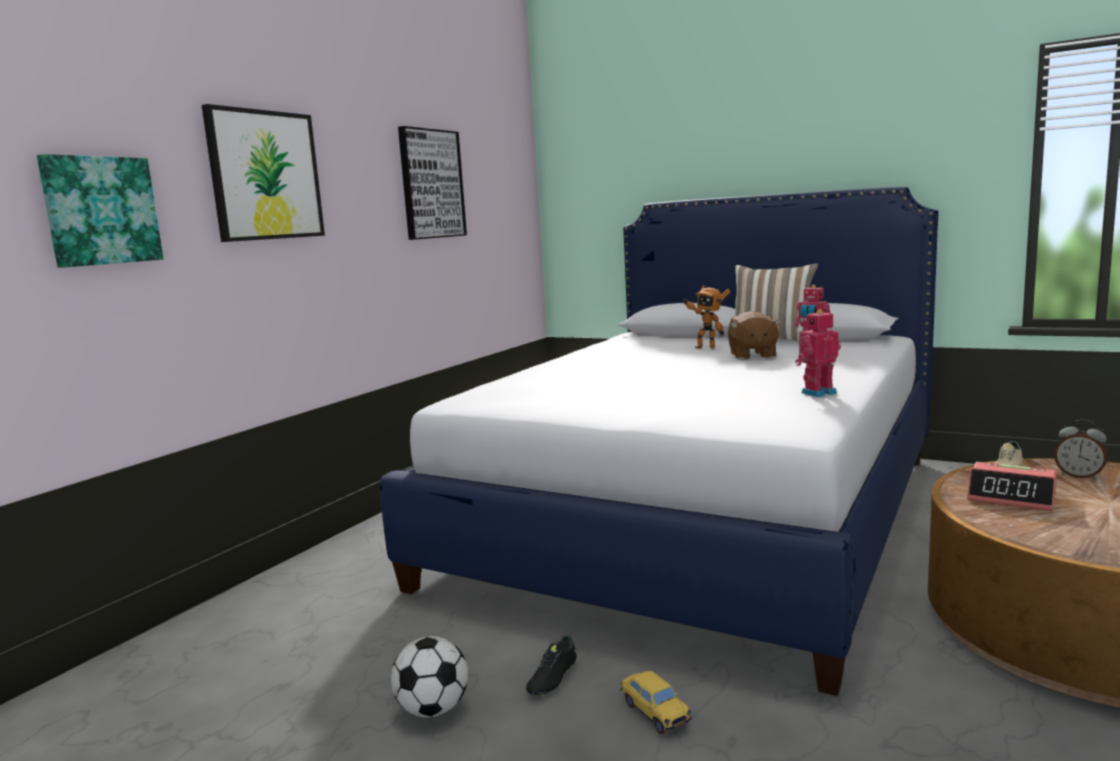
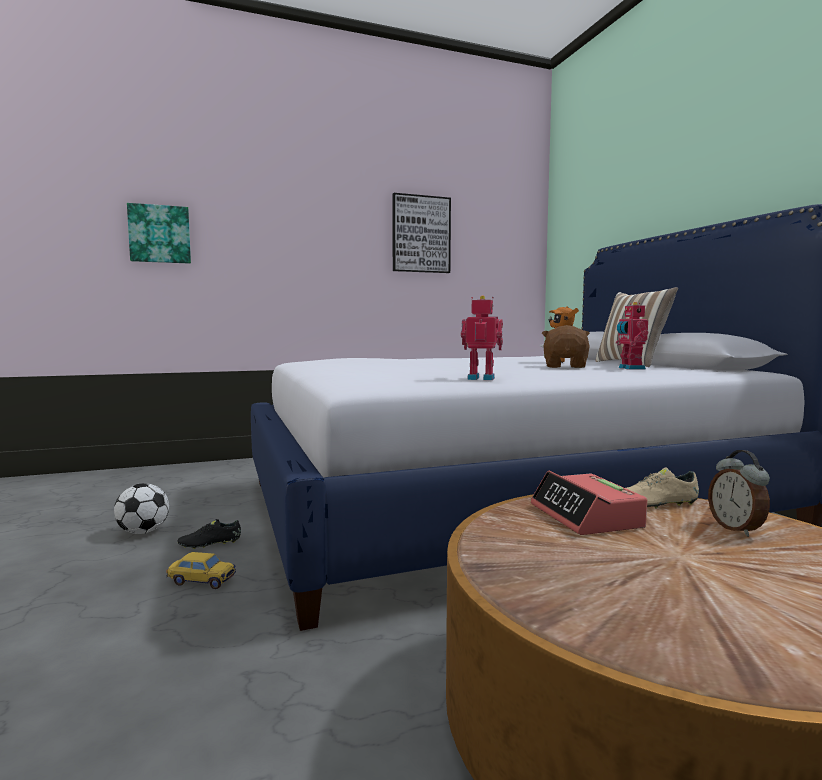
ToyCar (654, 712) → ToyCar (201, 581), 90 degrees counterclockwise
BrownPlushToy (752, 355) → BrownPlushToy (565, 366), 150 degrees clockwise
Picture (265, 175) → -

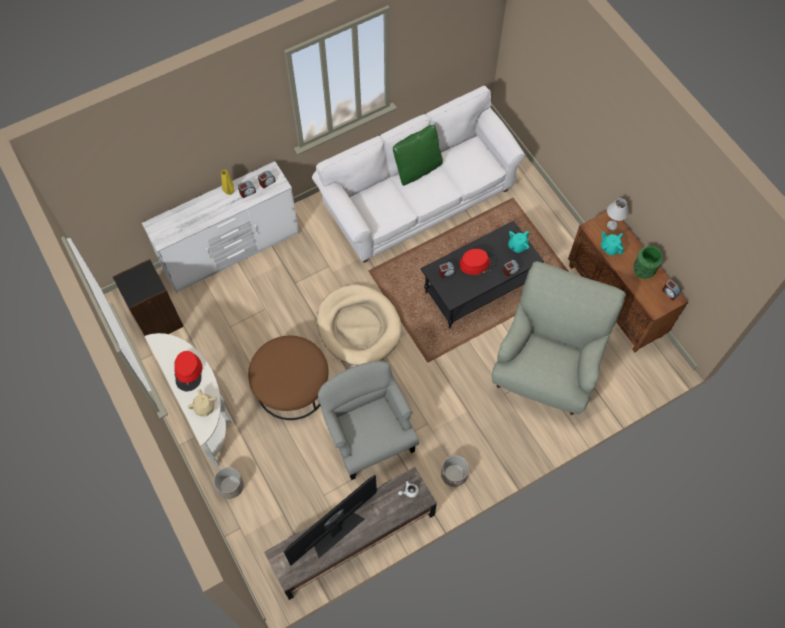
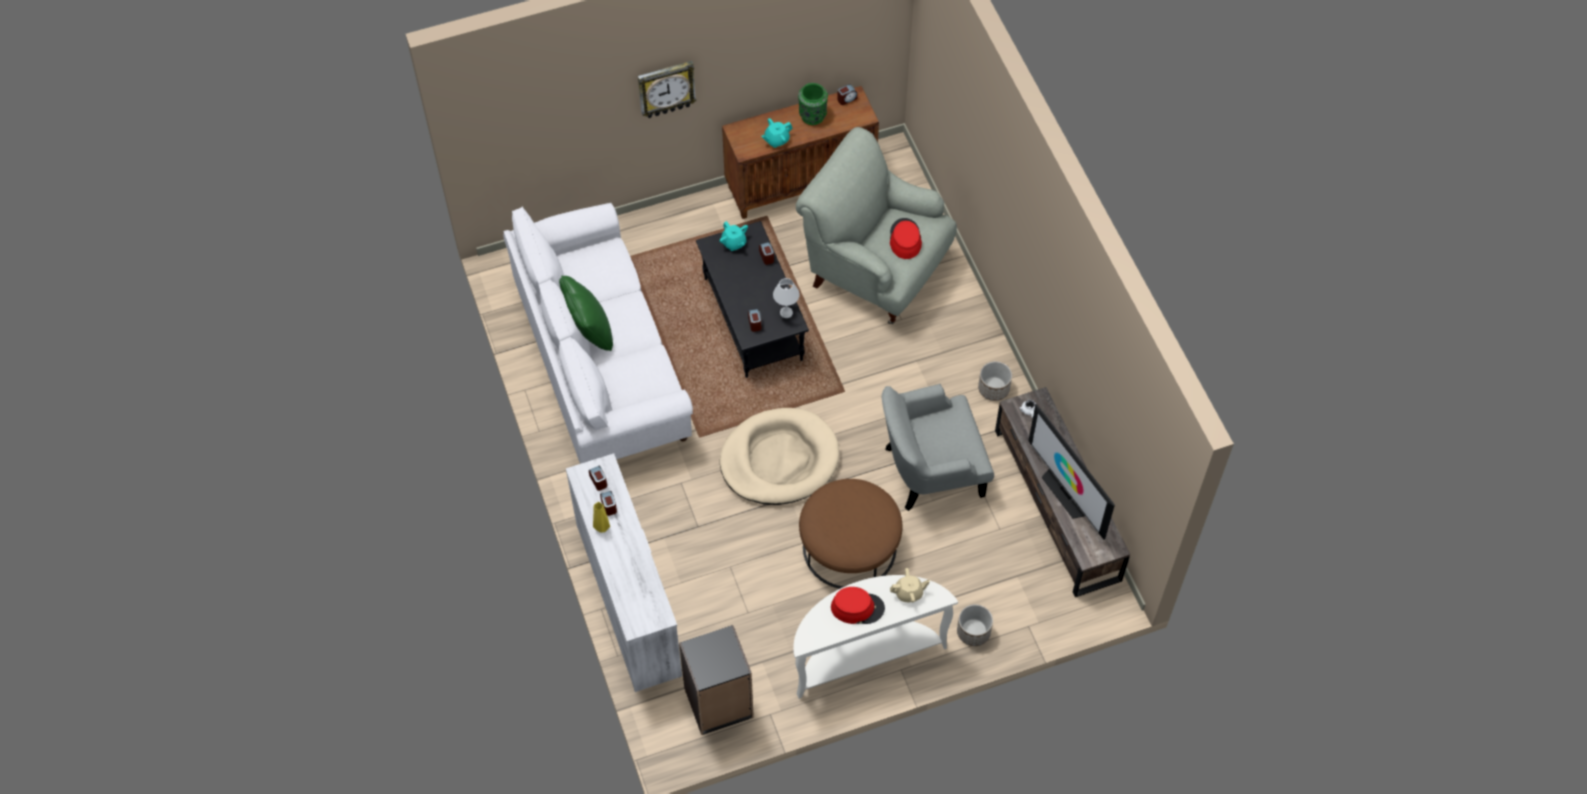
- → WallClock (666, 88)
WhiteTableLamp (612, 225) → WhiteTableLamp (785, 312), shifted
RedHat (477, 263) → RedHat (905, 239), shifted

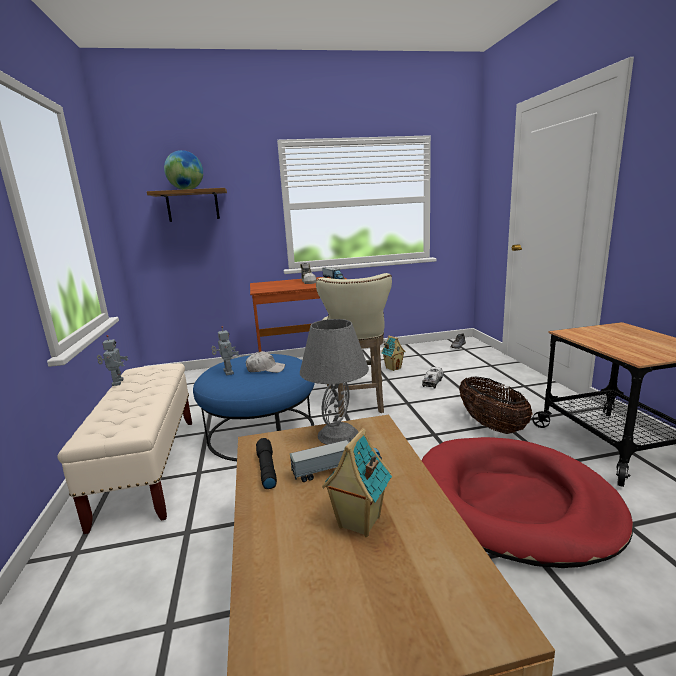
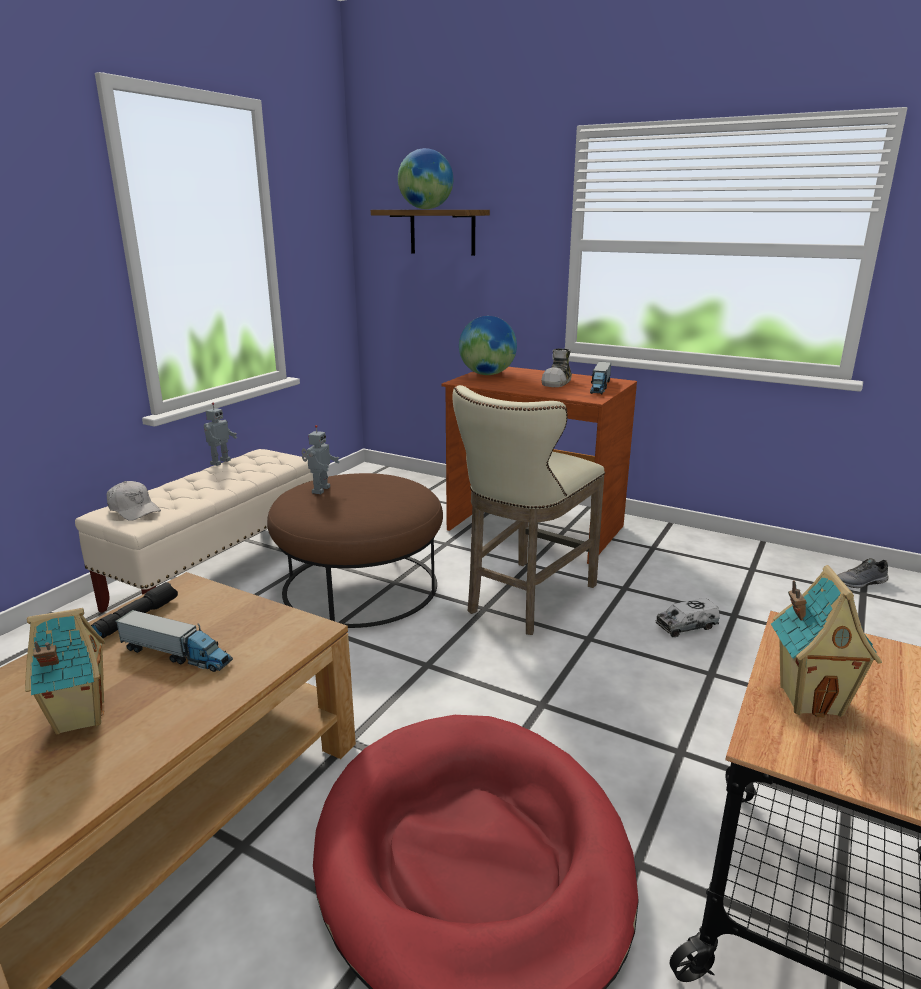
WhiteCap (265, 369) → WhiteCap (134, 510), shifted
BlueOttoman (261, 431) → BrownOttoman (360, 586)
- → Globe (487, 374)
ToyHouse (393, 368) → ToyHouse (811, 699), shifted
GreyTableLamp (338, 434) → -
Basket (491, 425) → -

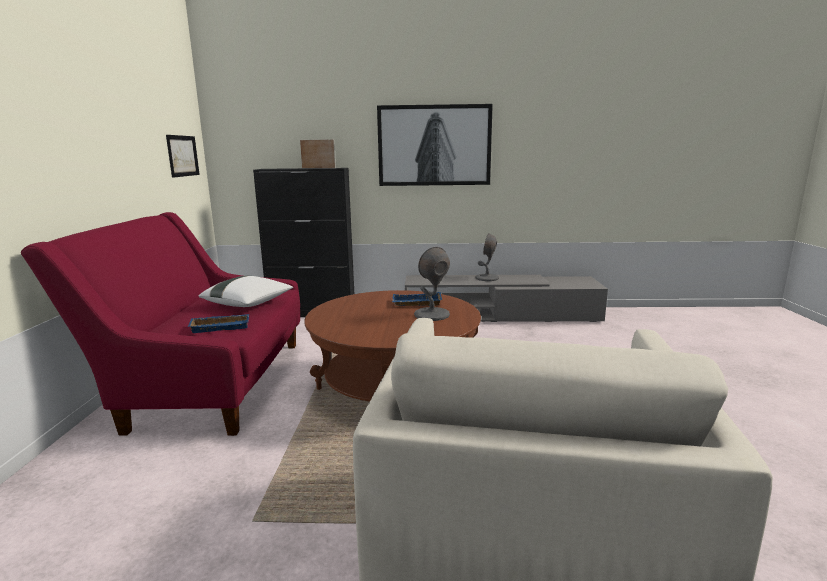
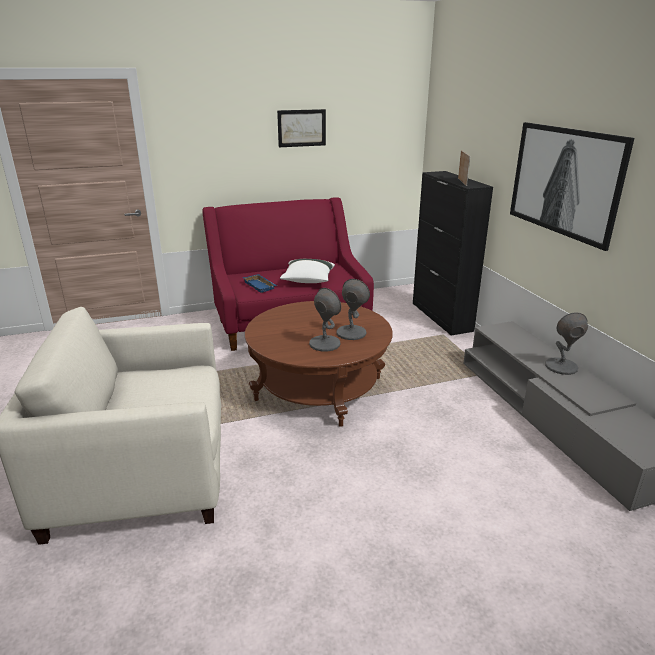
Picture (182, 156) → Picture (301, 128), shifted
BlueTray (416, 303) → GreyTableLamp (351, 333)

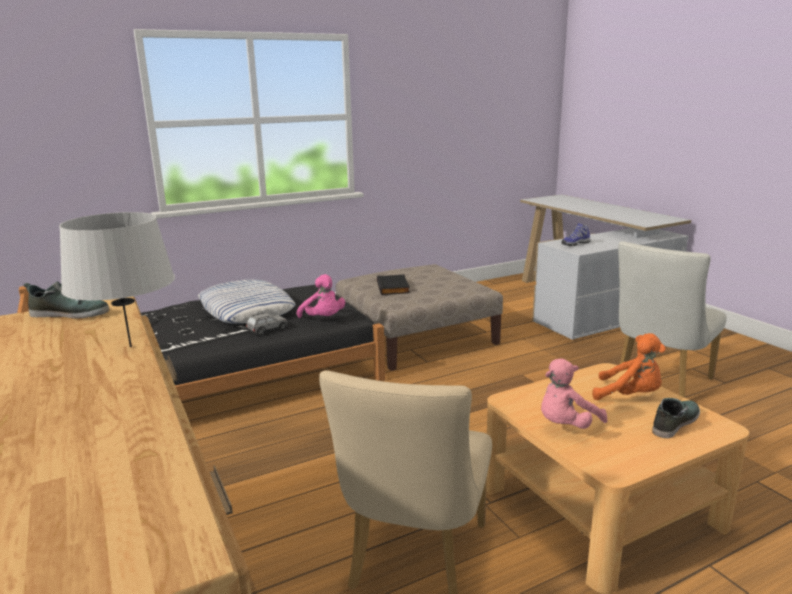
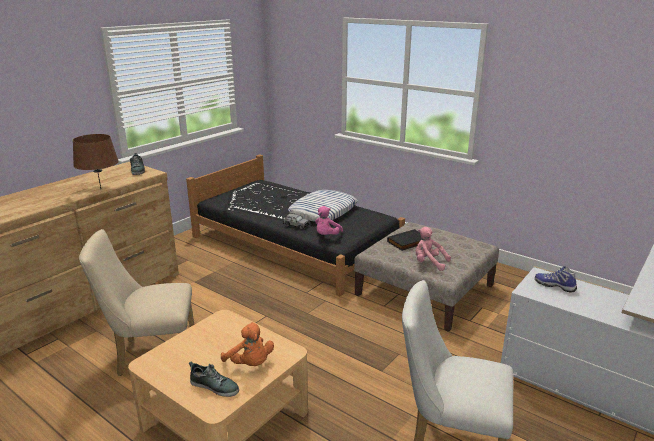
GreyTableLamp (130, 346) → BrownTableLamp (101, 189)
OrangePlushToy (630, 396) → OrangePlushToy (250, 364), 45 degrees counterclockwise
PinkPlushToy (566, 425) → PinkPlushToy (429, 263), shifted

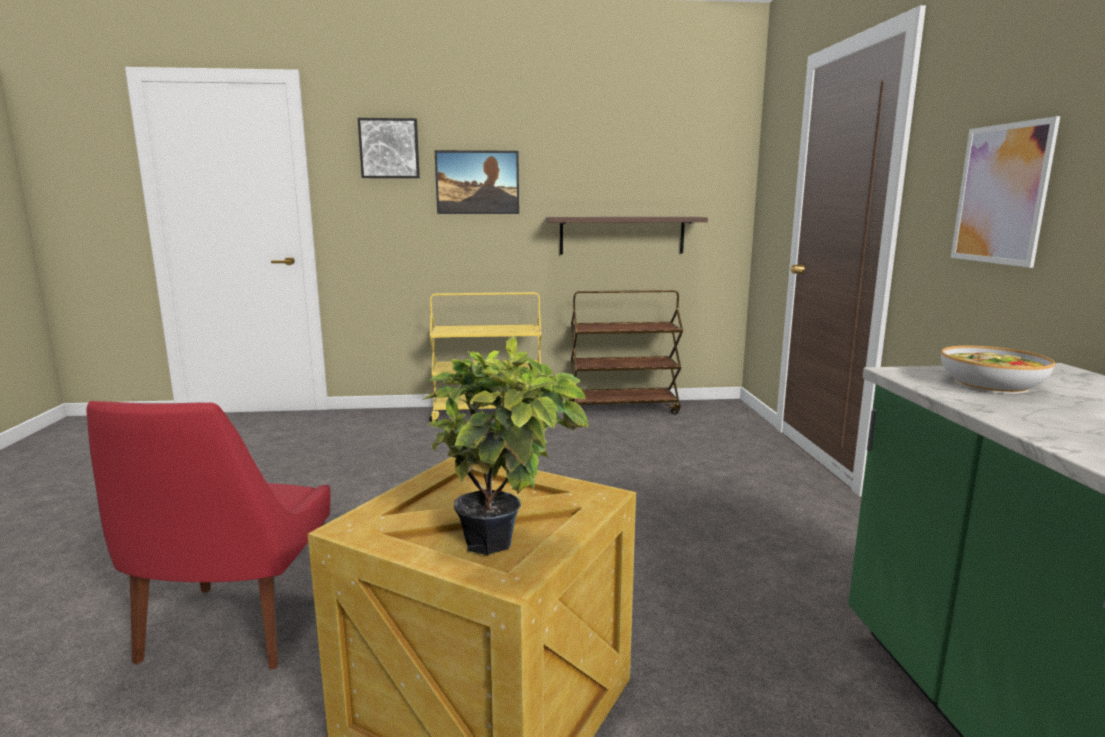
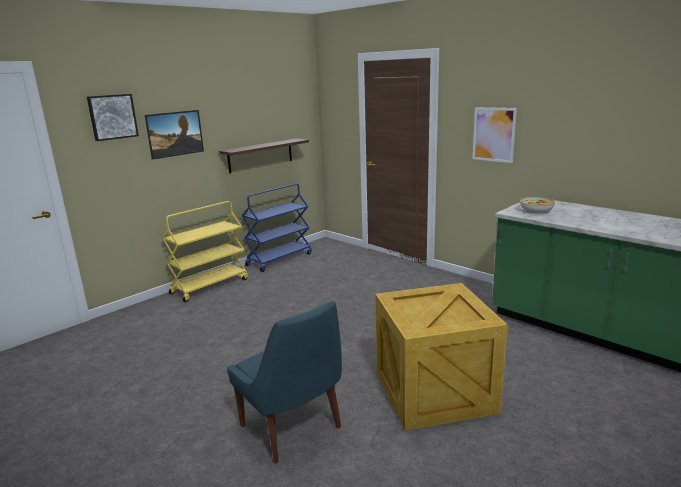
RedChair (233, 631) → BlueChair (293, 429)
BrownCart (623, 409) → BlueCart (279, 259)
PottedPlant (503, 544) → -

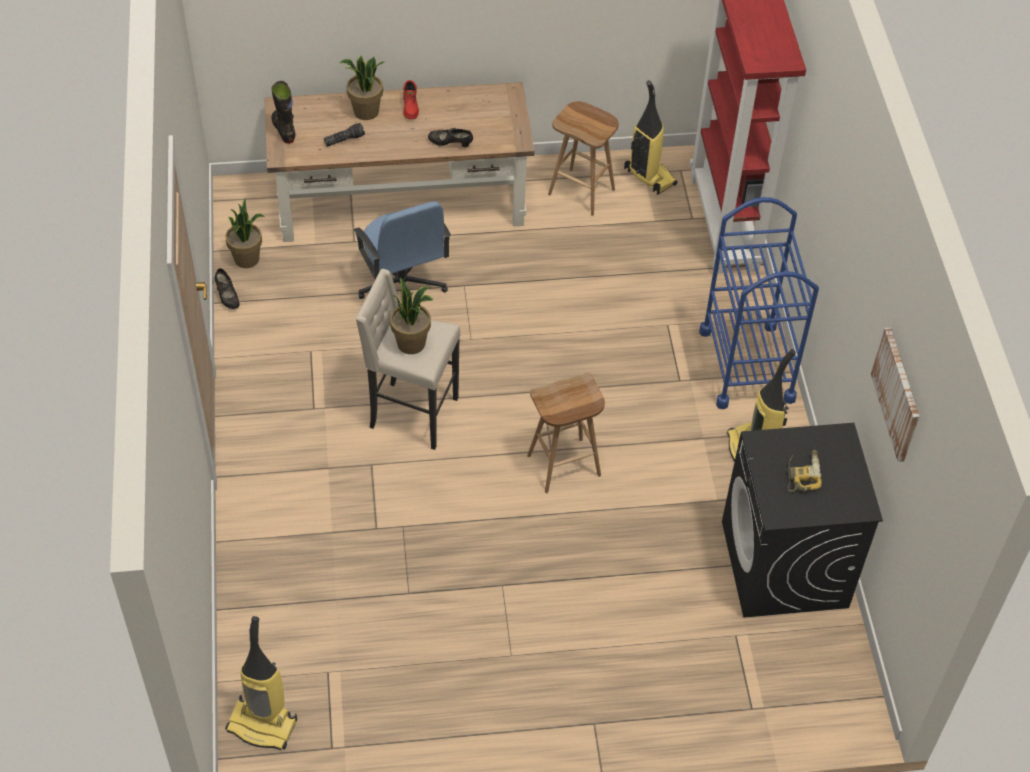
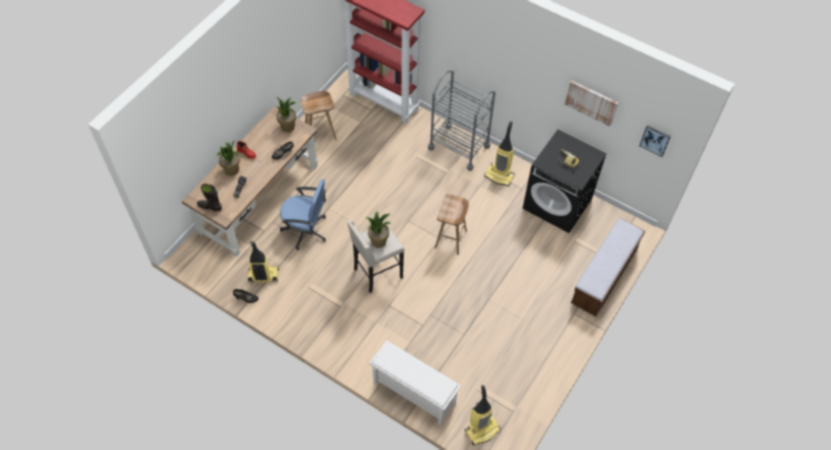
VacuumCleaner (648, 177) → VacuumCleaner (263, 276), shifted
PottedPlant (247, 259) → PottedPlant (288, 126), shifted
- → WhiteShoeRack (413, 393)
BlueCart (746, 365) → GreyCart (459, 147)
- → Bench (604, 276)
- → Picture (655, 140)

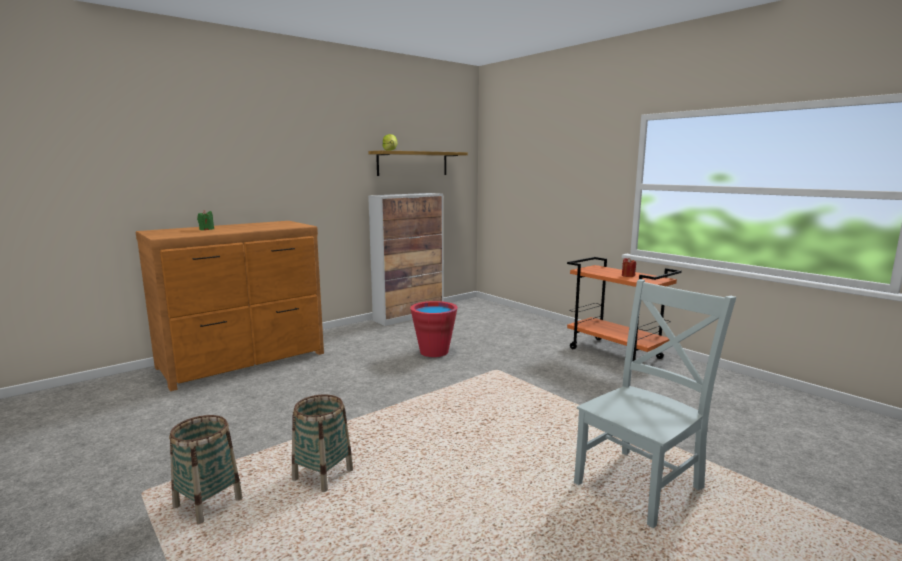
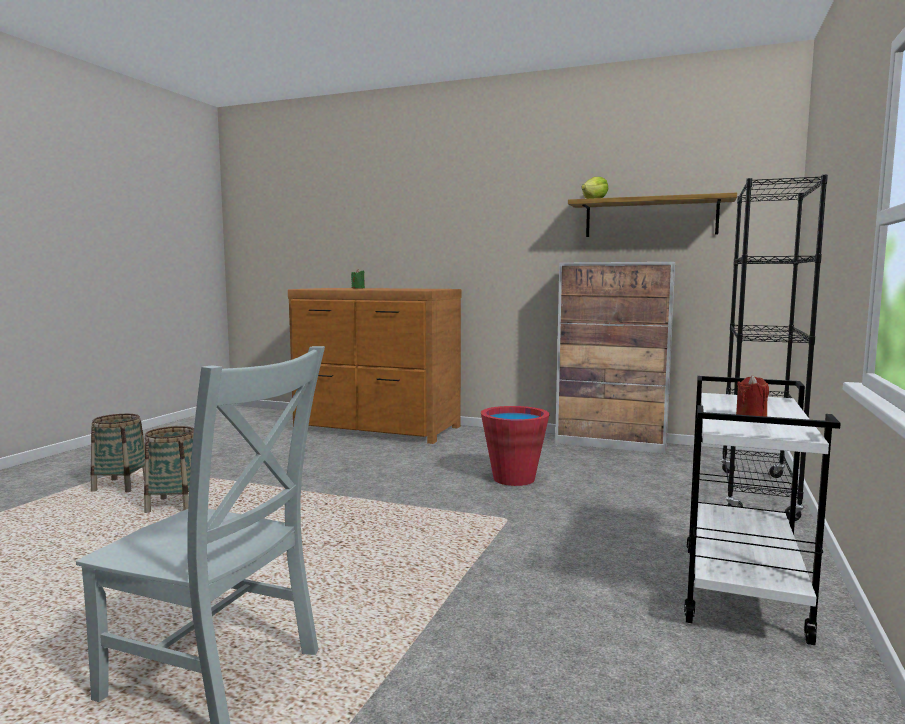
OrangeCart (616, 353) → WhiteCart (744, 593)
- → BlackBookcase (757, 494)

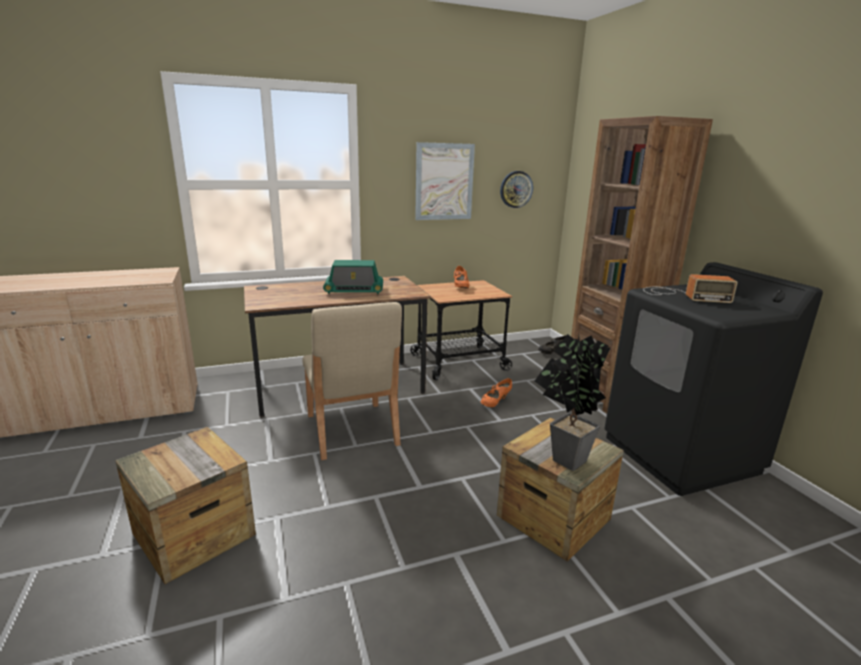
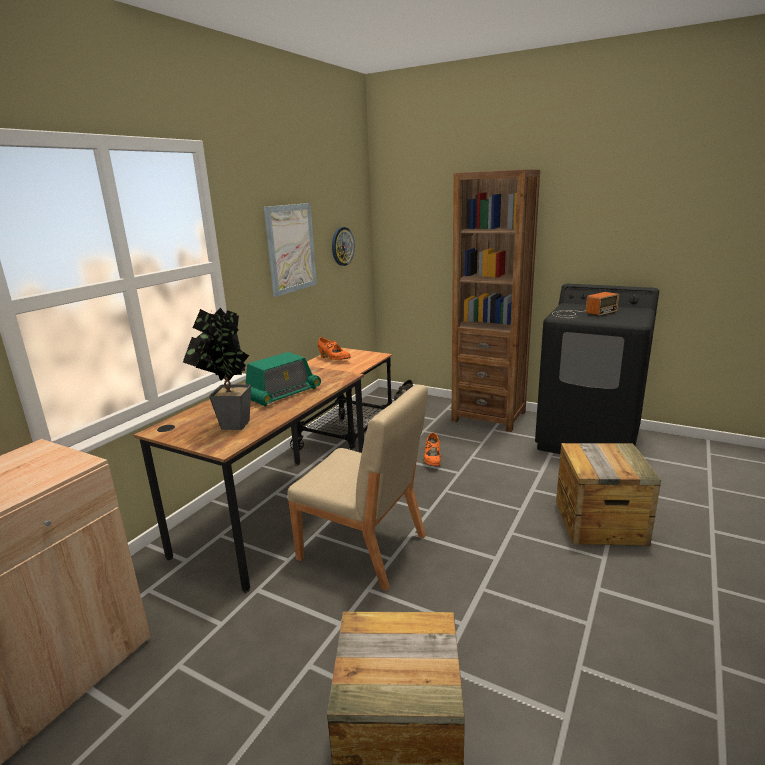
PottedPlant (563, 461) → PottedPlant (231, 426), shifted

